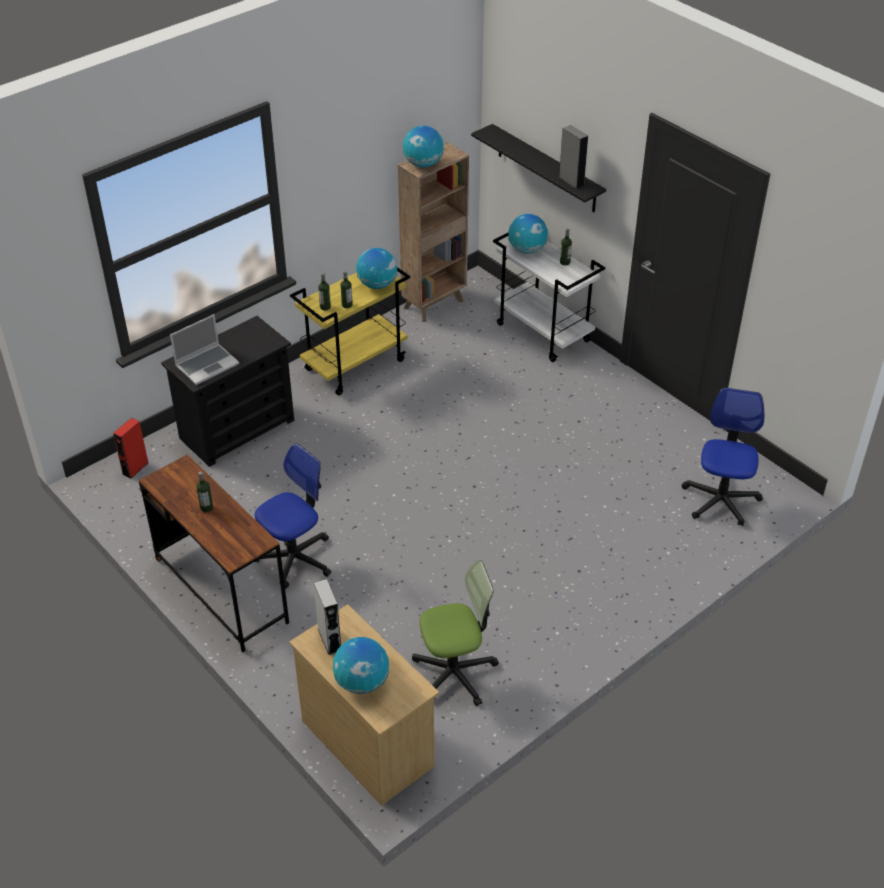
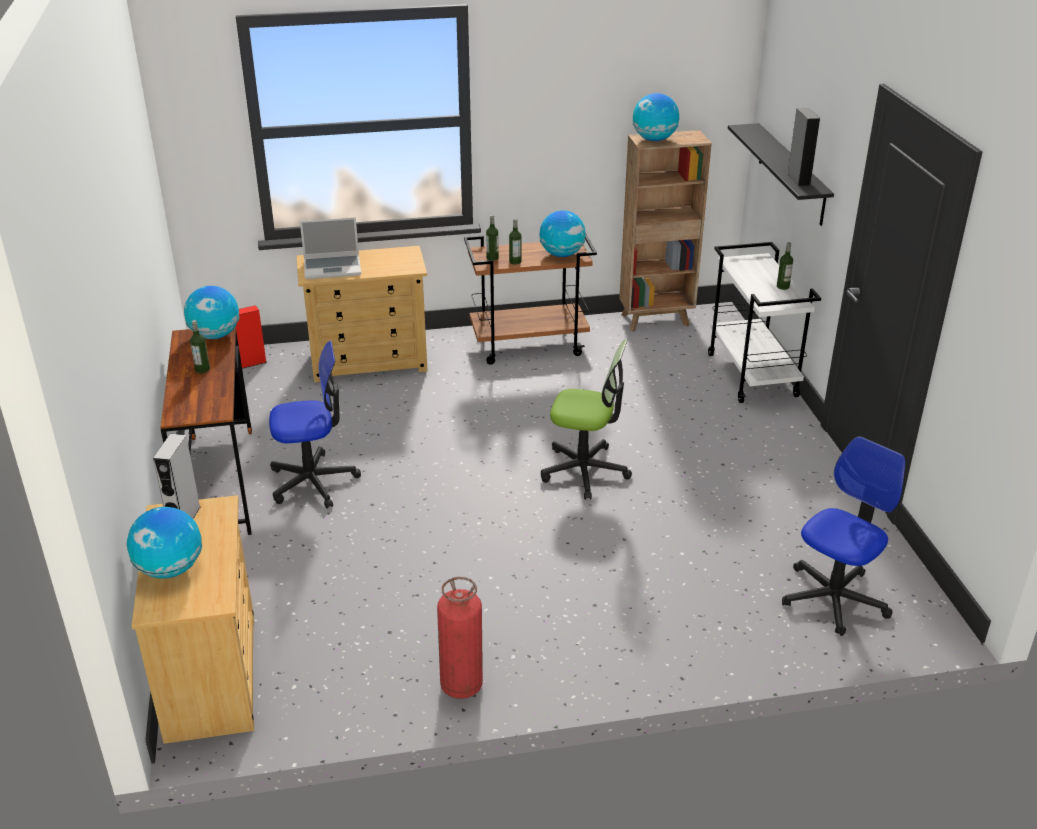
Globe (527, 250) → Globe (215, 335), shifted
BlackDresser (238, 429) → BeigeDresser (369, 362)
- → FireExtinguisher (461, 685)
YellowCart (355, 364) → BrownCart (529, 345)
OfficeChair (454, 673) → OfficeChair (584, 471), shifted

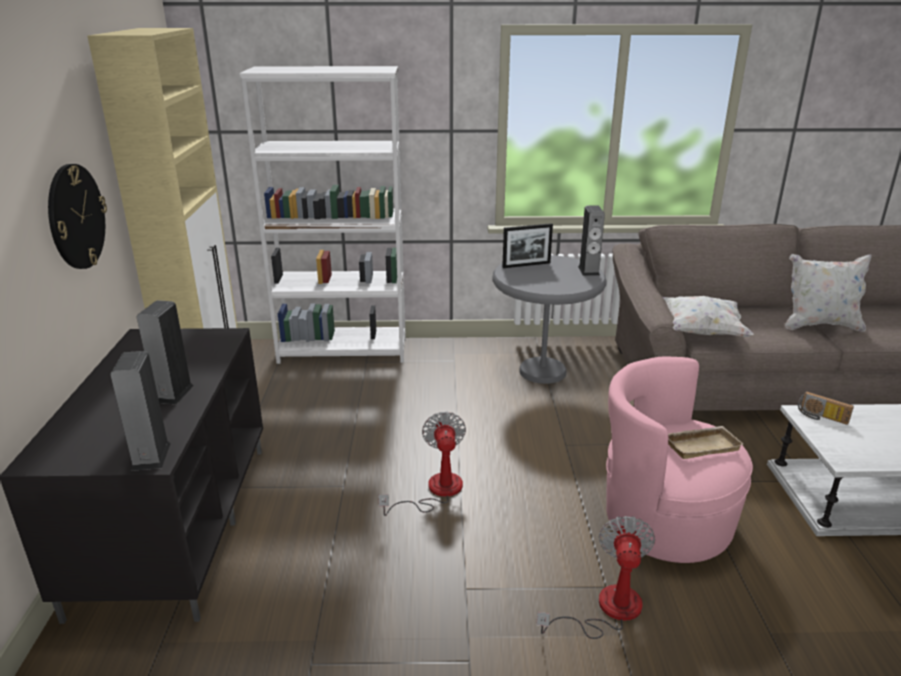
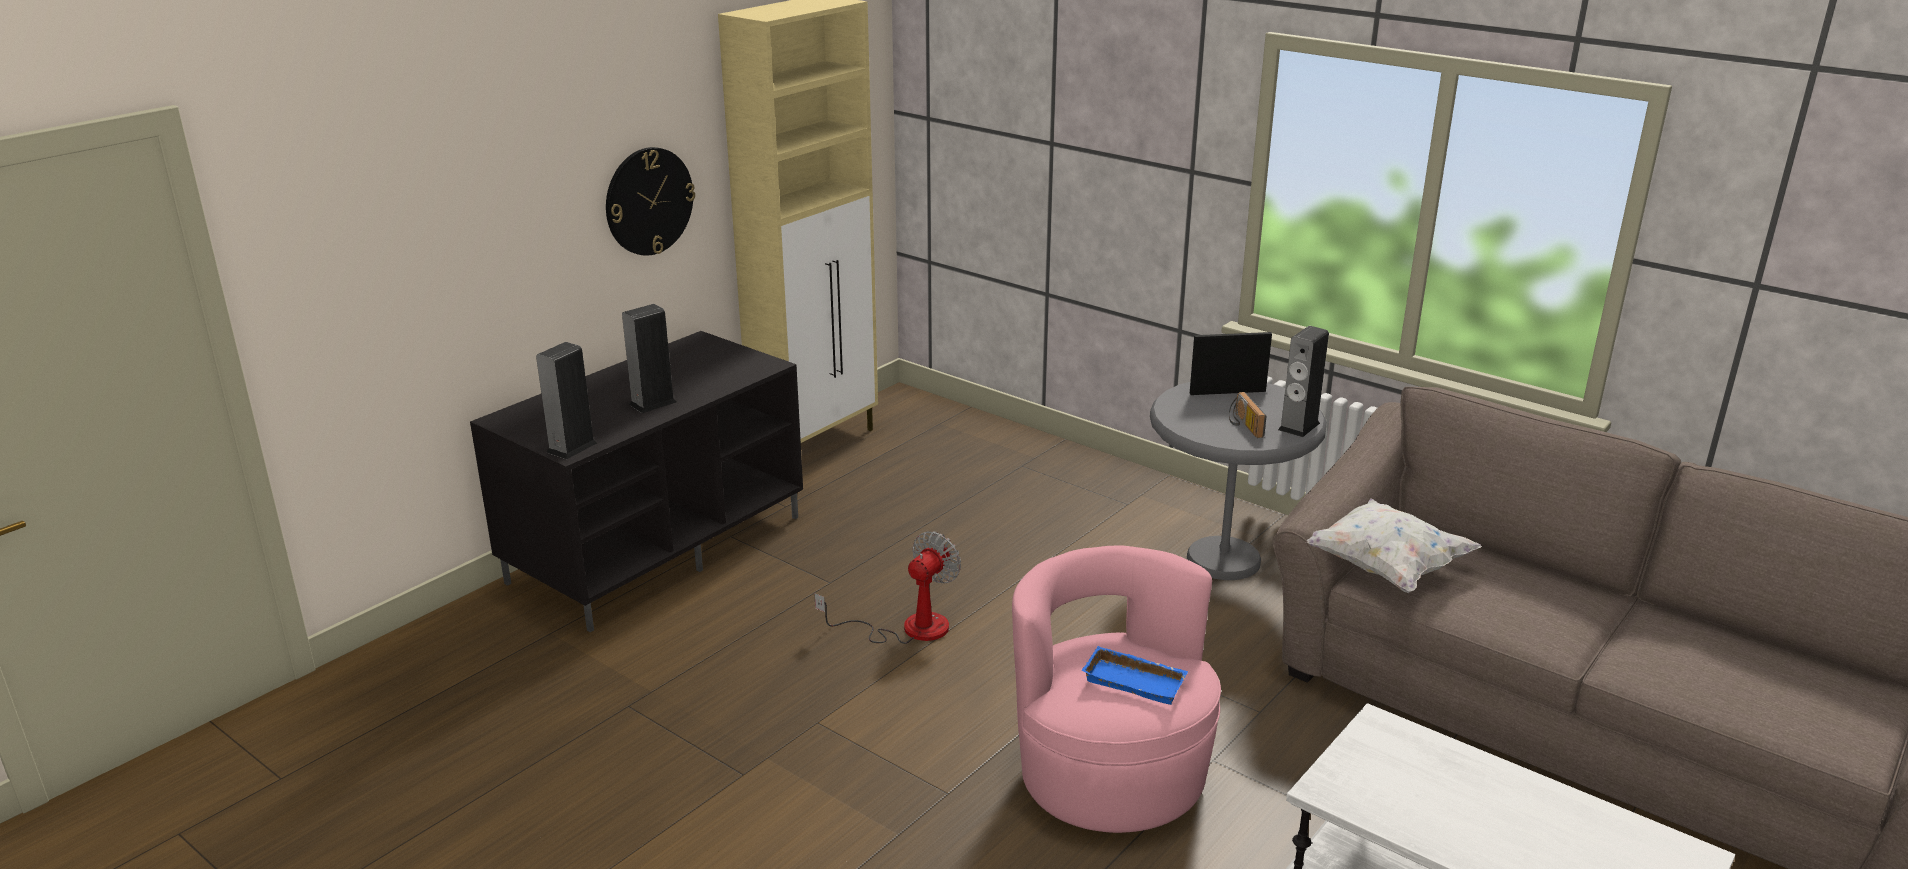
BeigeTray (701, 445) → BlueTray (1136, 680)
PictureFrame (526, 265) → PictureFrame (1227, 392), 150 degrees clockwise
Radio (821, 417) → Radio (1243, 425), shifted
WhiteBookcase (343, 351) → -
Fan (606, 610) → -
WhitePillow (819, 325) → -

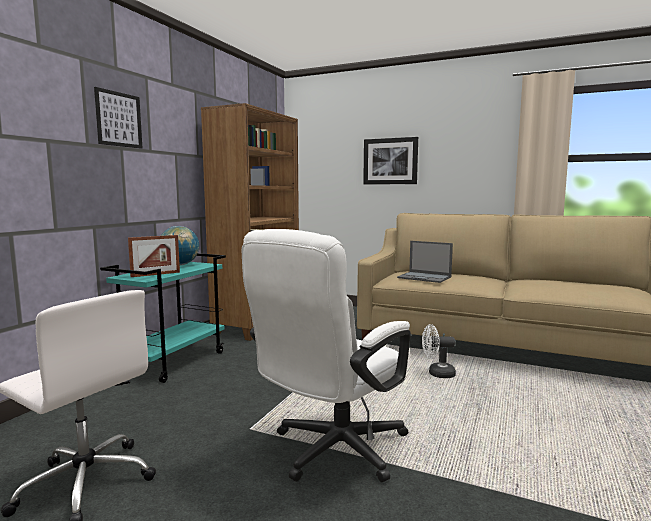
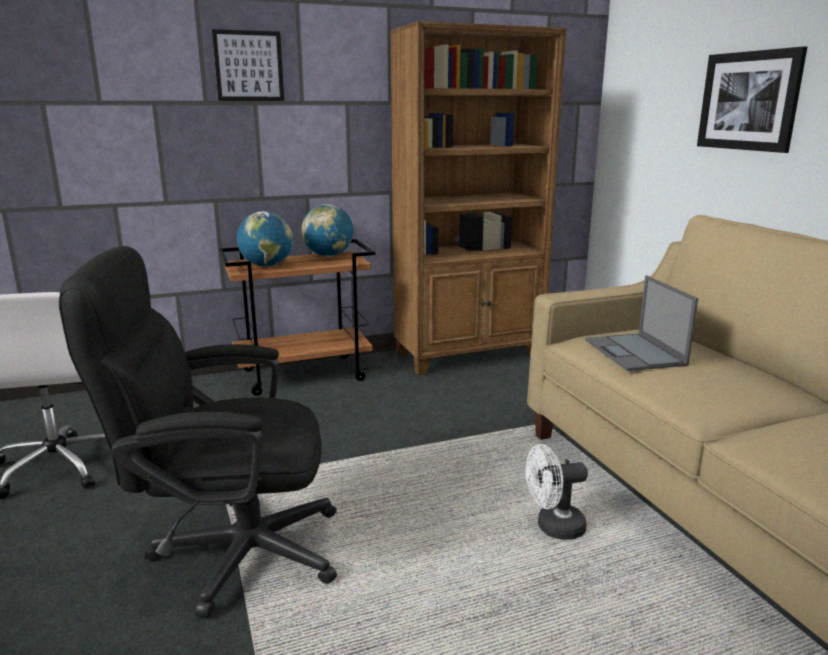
WhiteOfficeChair (331, 452) → BlackOfficeChair (229, 552)
TurquoiseCart (174, 362) → BrownCart (304, 375)
PictureFrame (155, 274) → Globe (267, 266)
WhiteFan (437, 373) → WhiteFan (553, 527), 60 degrees counterclockwise

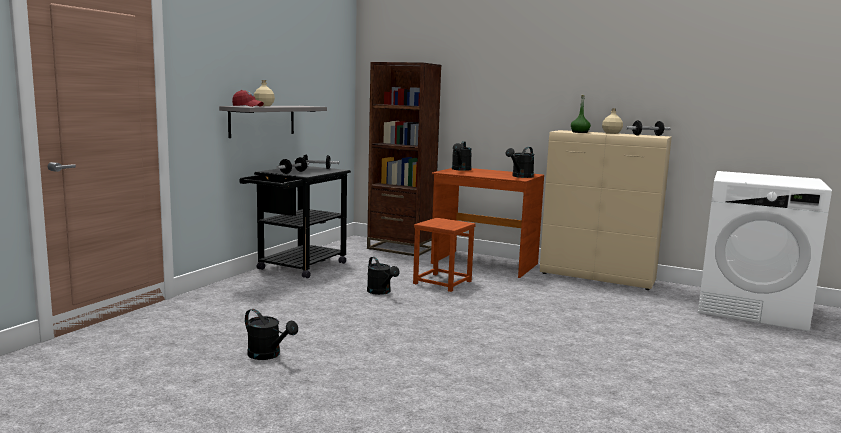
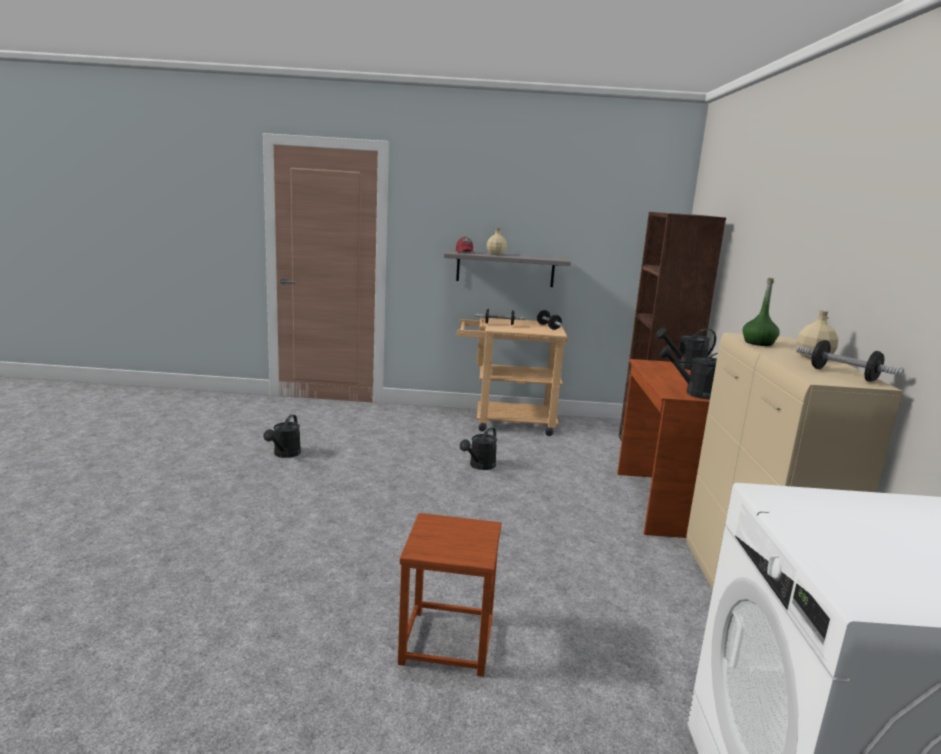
BrownStool (442, 282) → BrownStool (446, 641), shifted
BlackCart (297, 268) → BeigeCart (506, 422)

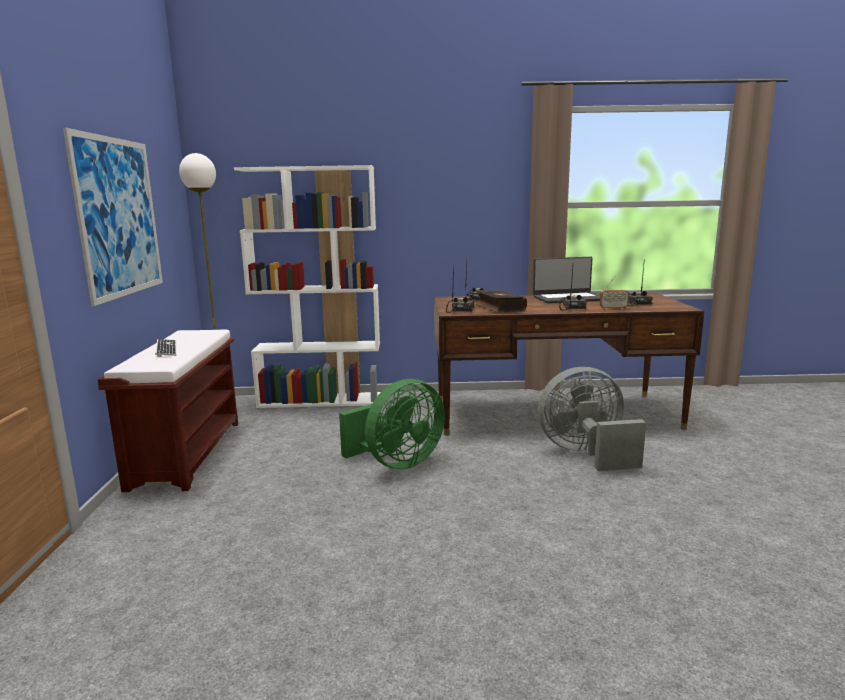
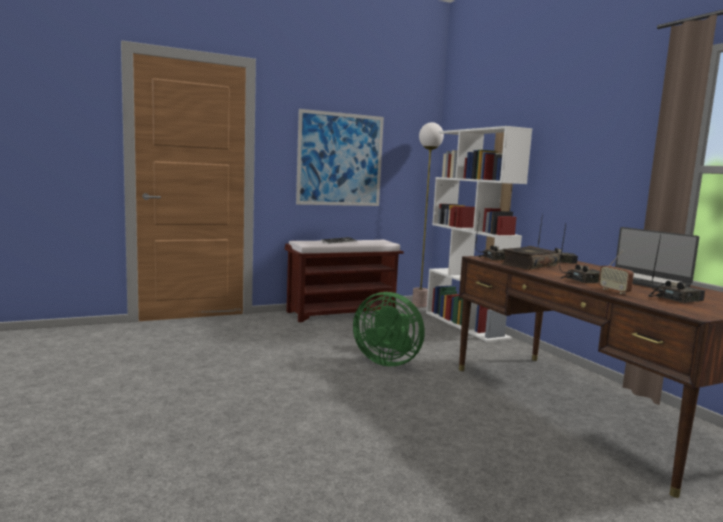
GreyFan (586, 453) → -

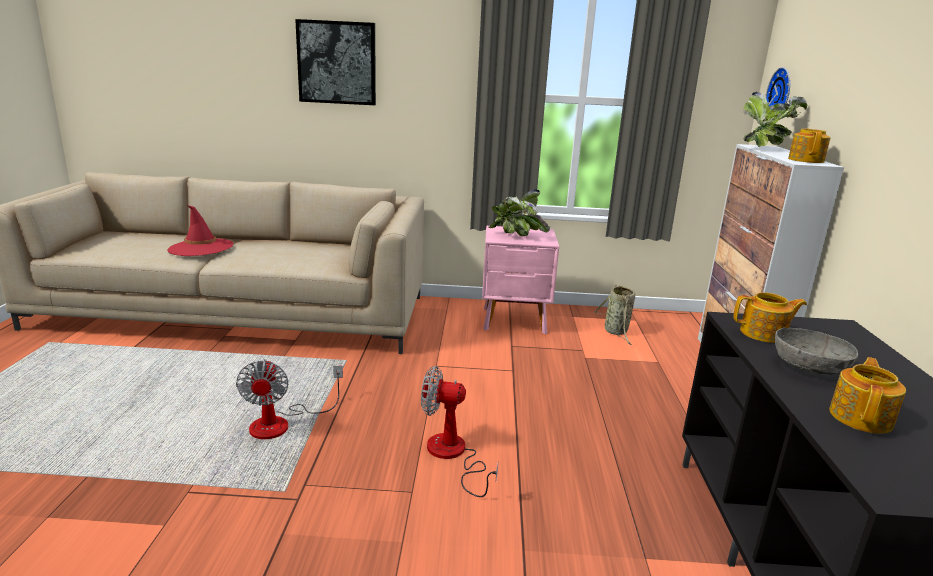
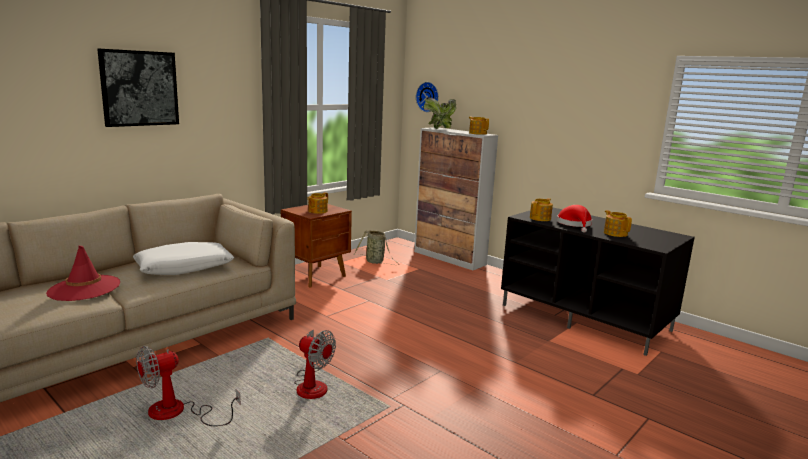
- → WhitePillow (184, 268)
Fan (453, 455) → Fan (178, 413), shifted
PinkNightstand (515, 321) → BrownNightstand (316, 276)
PottedPlant (516, 236) → Teapot (317, 211)
GreyBowl (809, 367) → RedHat (575, 224)

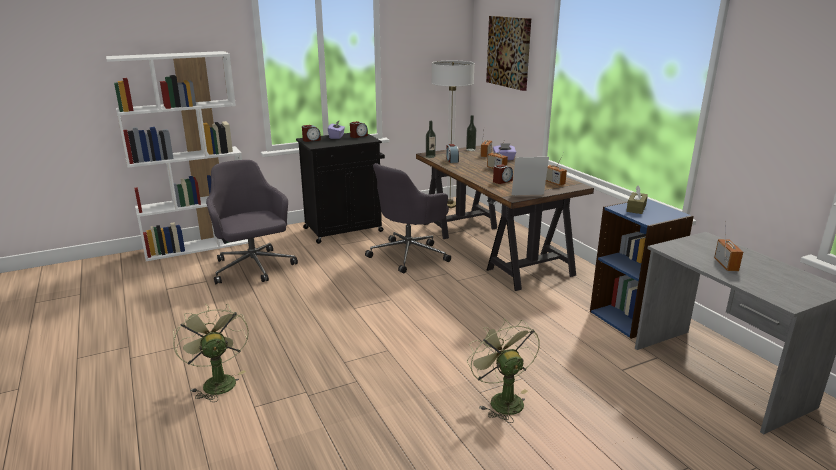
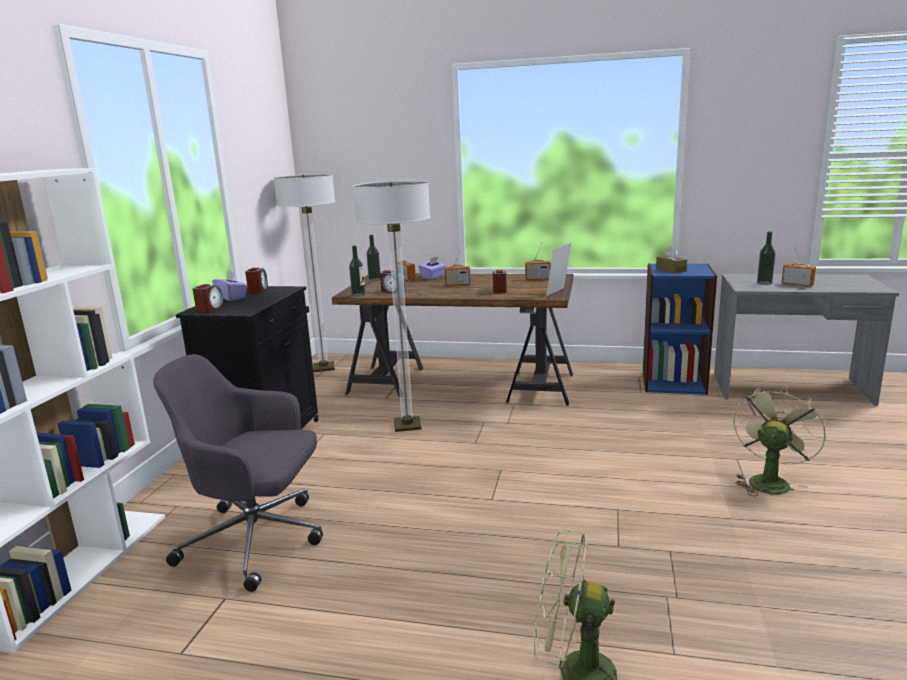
GreyOfficeChair (409, 255) → FloorLamp (407, 425)
GreenFan (501, 399) → GreenFan (769, 481), 105 degrees clockwise
- → Bottle (764, 283)
Picture (509, 52) → -

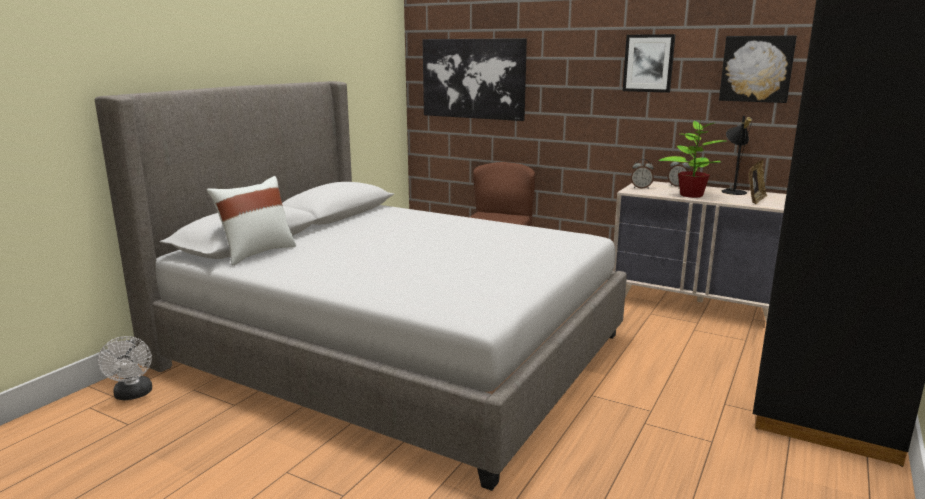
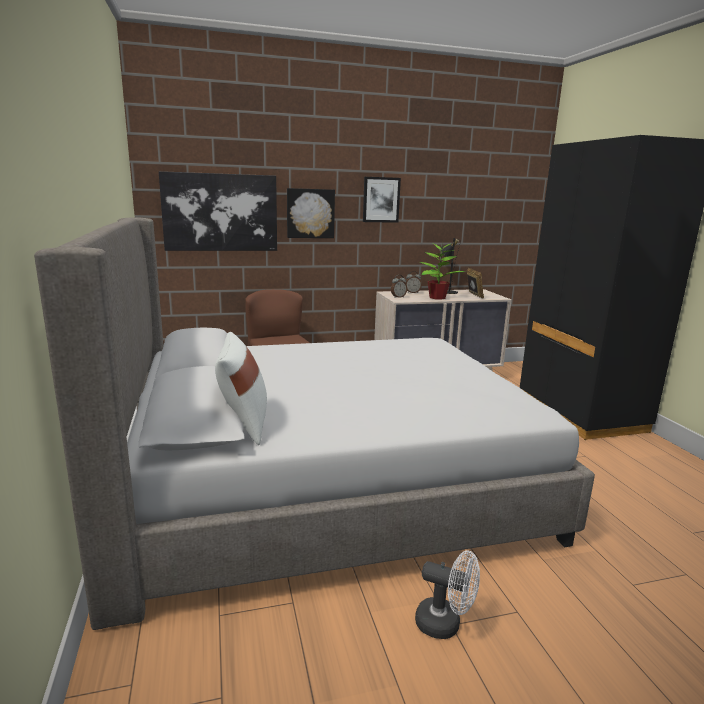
Picture (756, 69) → Picture (310, 213), shifted
WhiteFan (133, 395) → WhiteFan (445, 624), shifted

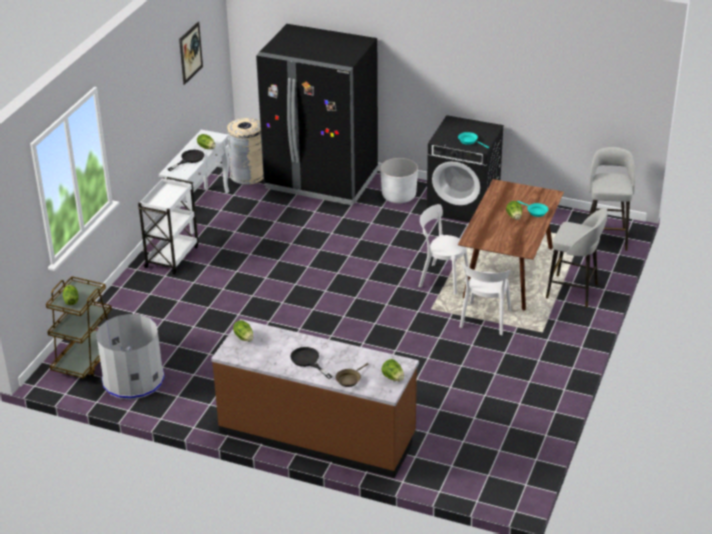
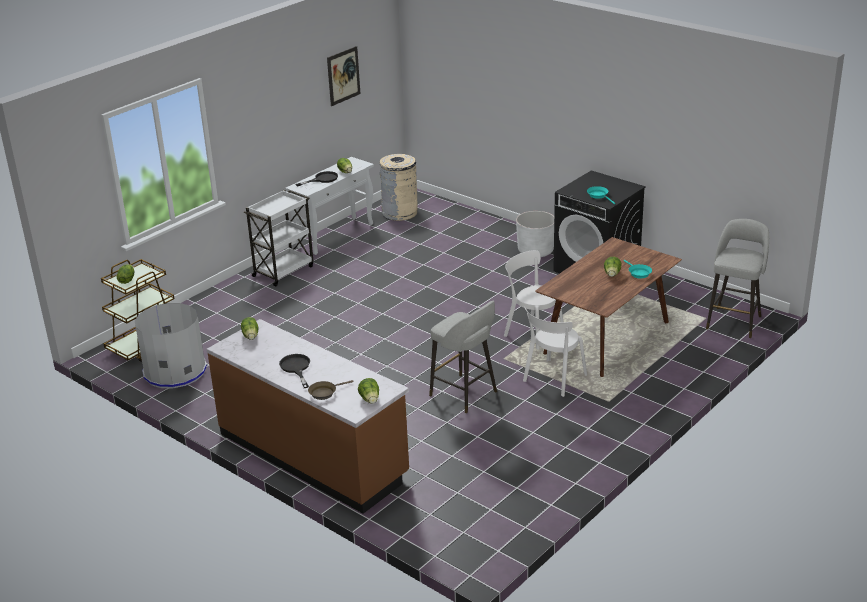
GreyStool (573, 292) → GreyStool (464, 394), shifted
BlackFridge (321, 181) → -

